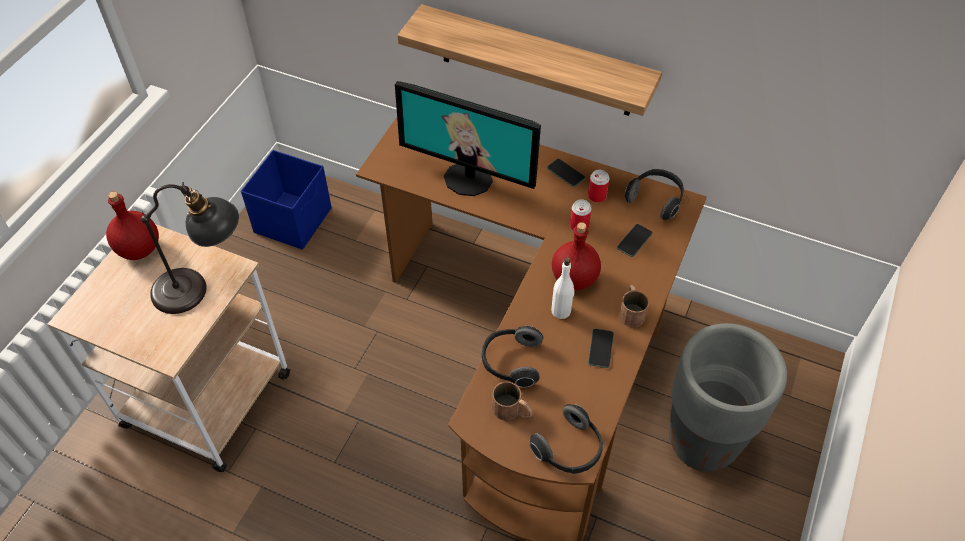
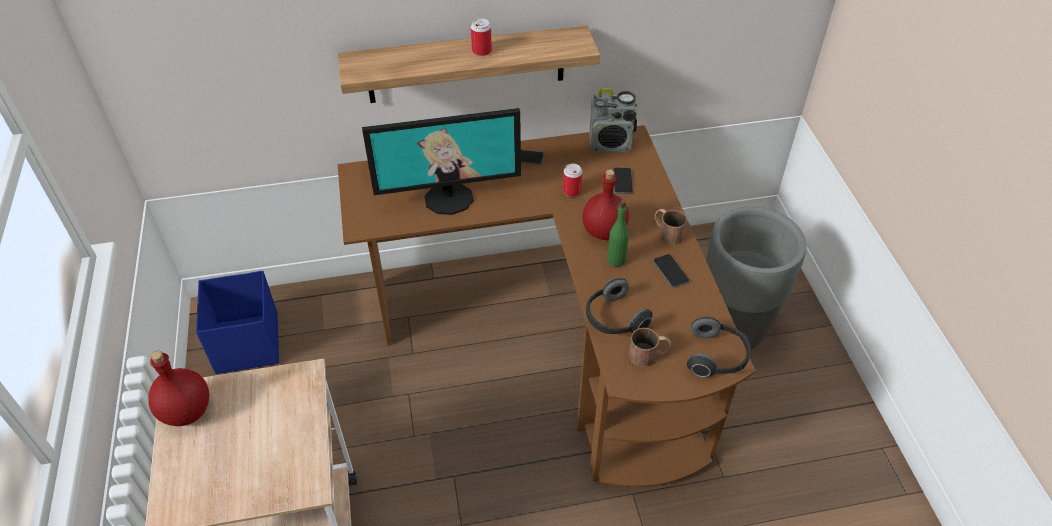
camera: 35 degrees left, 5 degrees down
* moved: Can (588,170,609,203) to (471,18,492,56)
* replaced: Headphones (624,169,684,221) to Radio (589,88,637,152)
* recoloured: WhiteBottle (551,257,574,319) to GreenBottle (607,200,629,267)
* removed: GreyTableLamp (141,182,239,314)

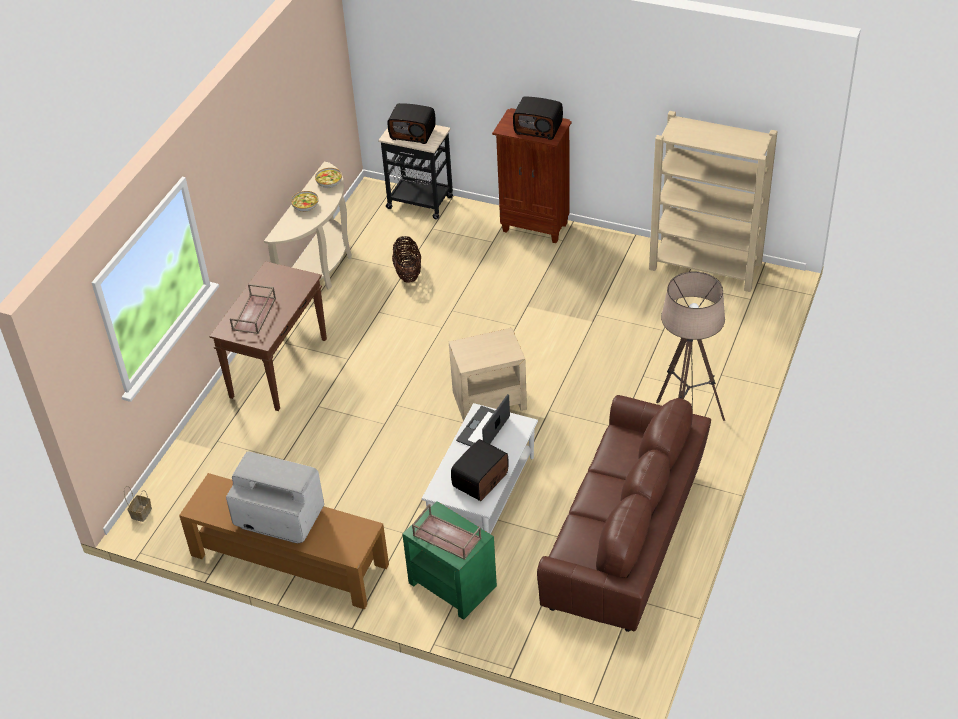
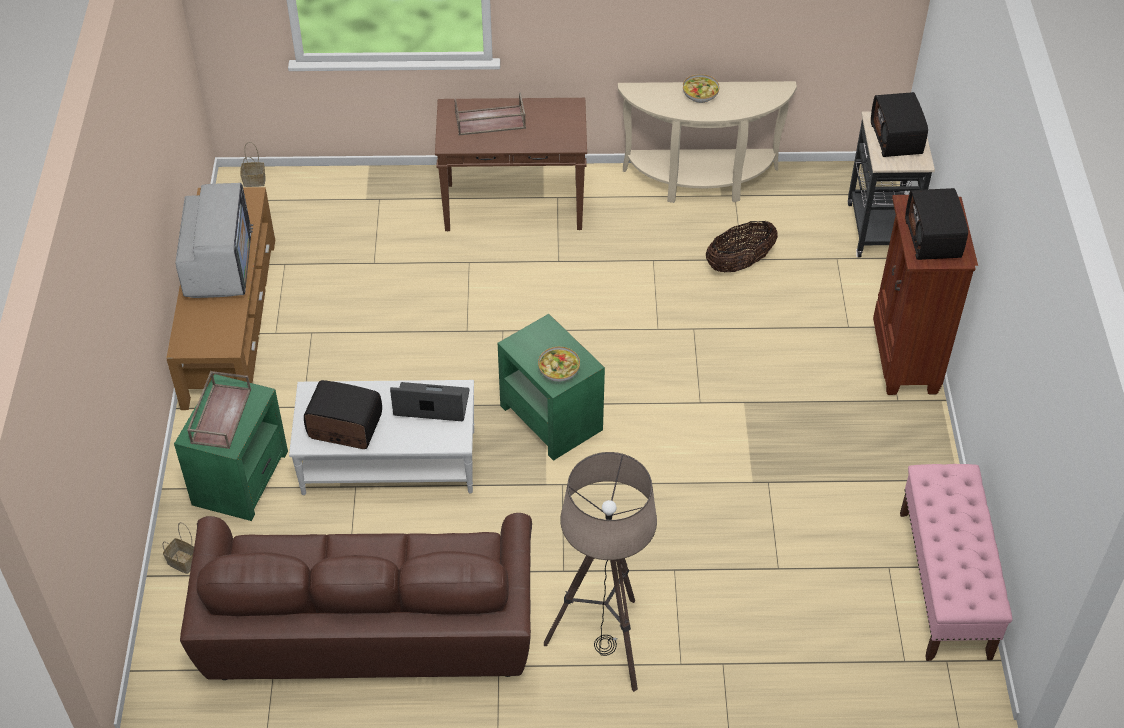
camera: 65 degrees right, 5 degrees up
* added: Basket (163,522,194,574)
* recoloured: BeigeSideTable (449,328,527,421) to GreenSideTable (498,314,605,461)
* moved: Bowl (315,168,342,188) to (538,347,580,382)
* replaced: BeigeBookcase (649,111,778,292) to PinkBench (900,464,1012,661)

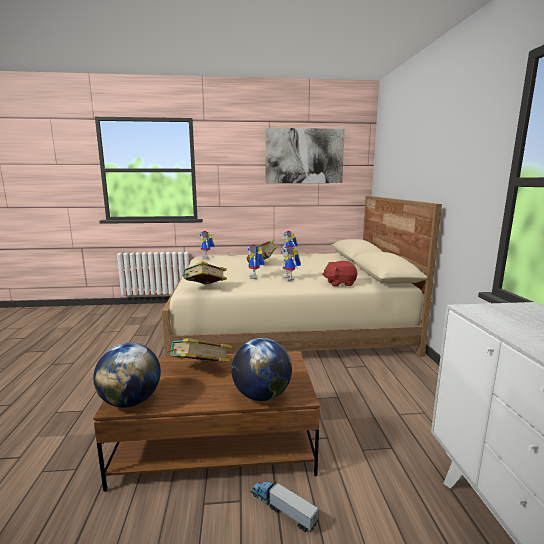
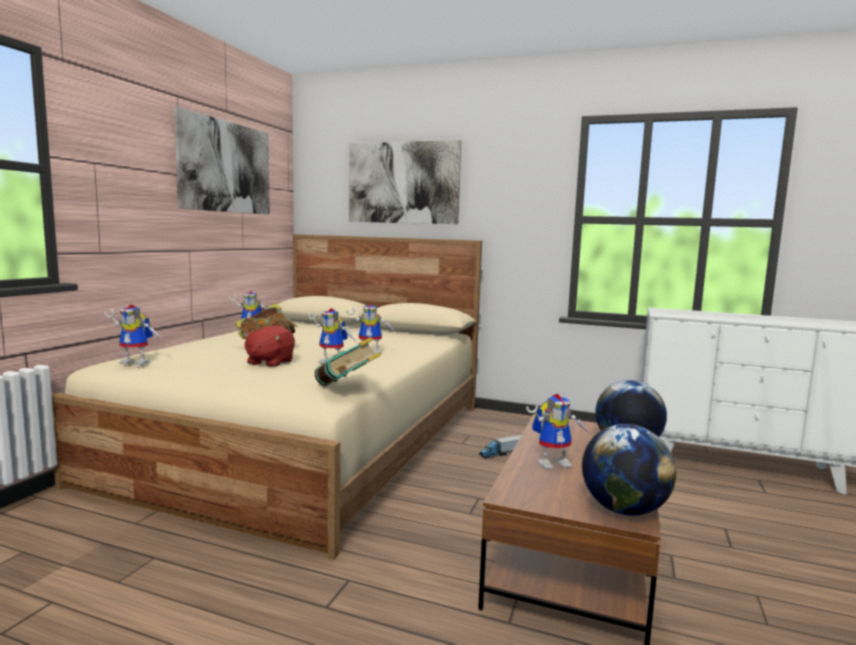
camera: 65 degrees left, 5 degrees down
* moved: RedPlushToy (322,261,357,286) to (243,325,295,367)
* added: Picture (349,140,461,224)
* moved: ToyTruck (251,480,319,532) to (479,435,521,459)
* replaced: Book (168,338,232,362) to ToyRobot (526,394,590,469)

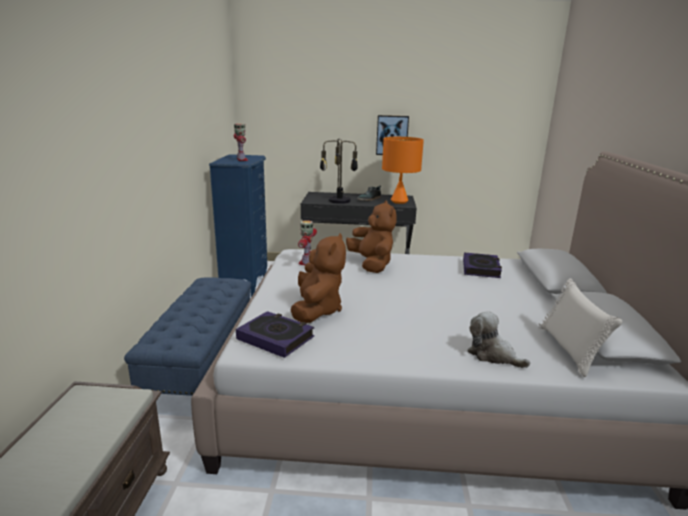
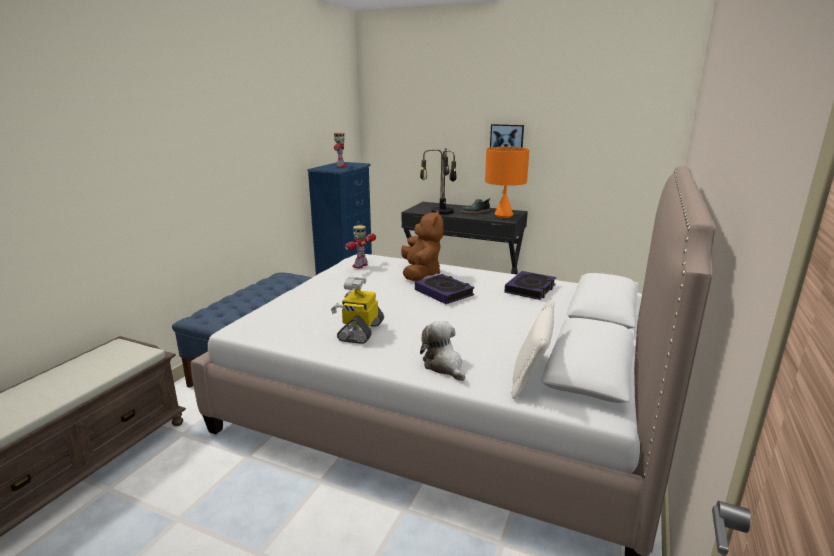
camera: 20 degrees right, 0 degrees up
* added: ToyRobot (331,277,384,344)
* moved: Book (236,311,314,358) to (415,274,475,304)
* removed: BrownPlushToy (291,233,346,323)

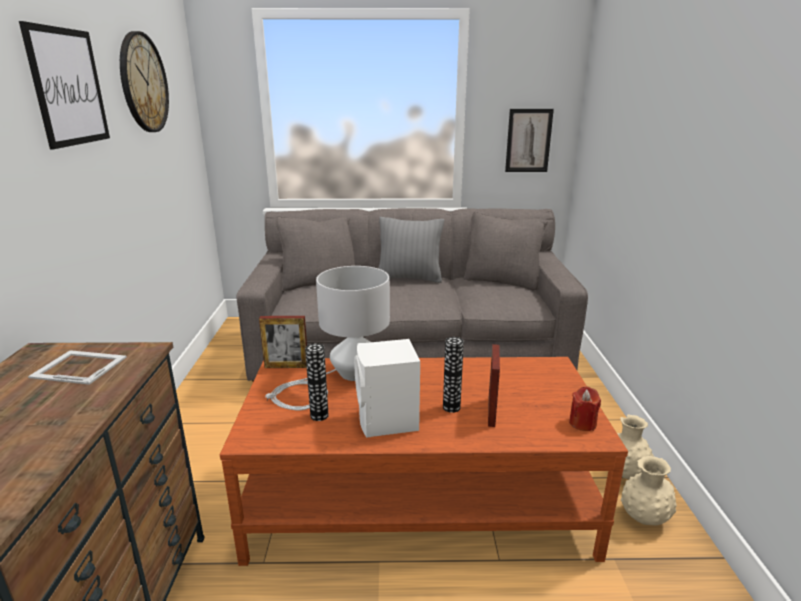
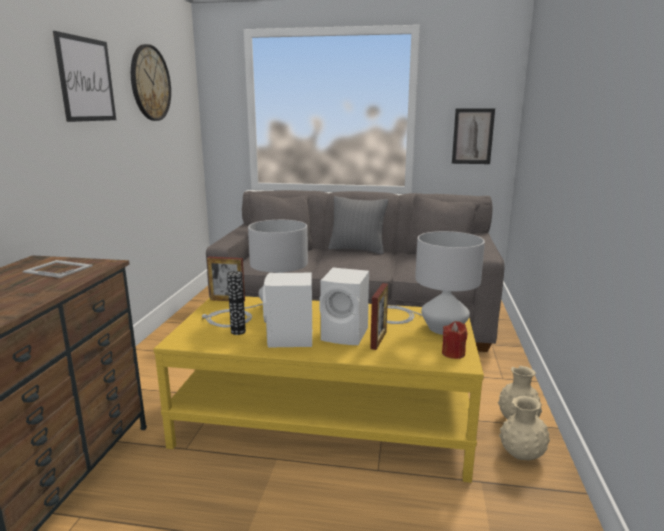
camera: 10 degrees right, 5 degrees down
* recoloured: BrownCoffeeTable (220,357,628,566) to YellowCoffeeTable (154,296,484,483)
* replaced: Vase (443,337,464,413) to WhiteSpeaker (319,268,369,345)
* added: WhiteTableLamp (387,231,485,335)

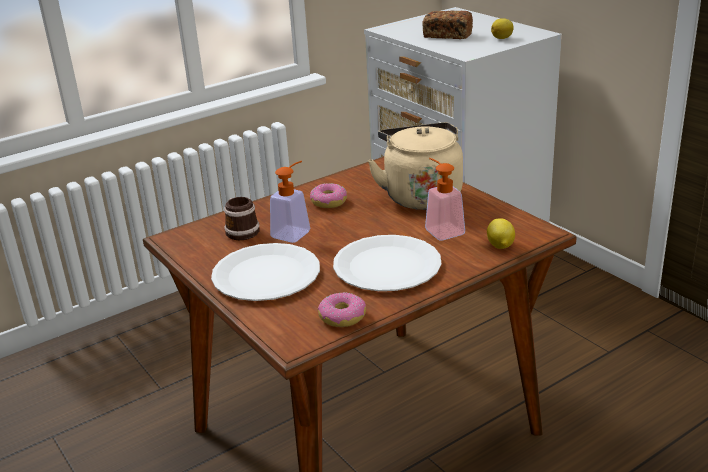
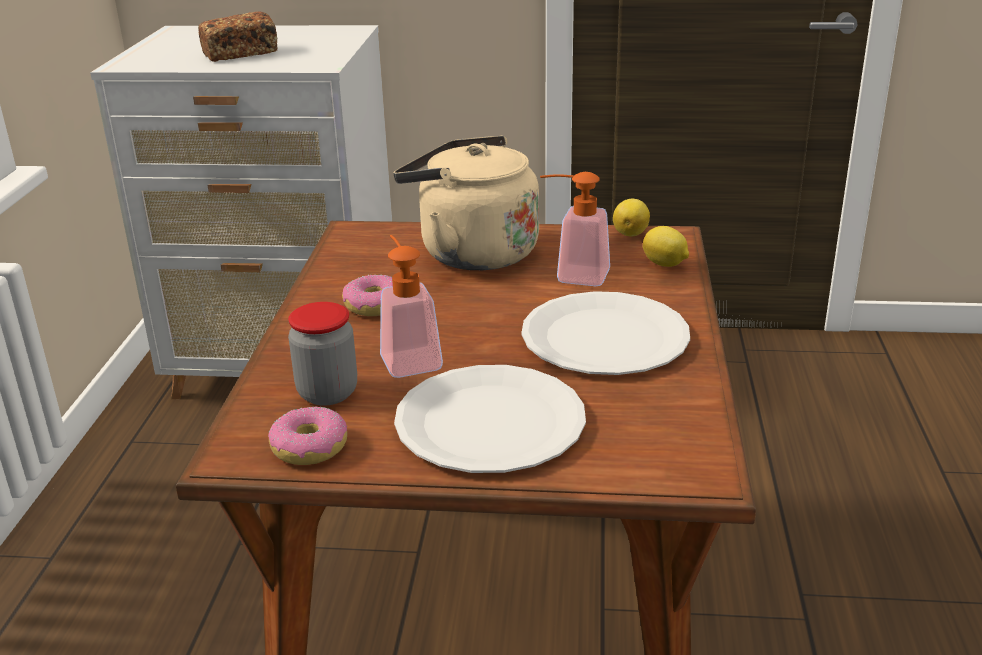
camera: 50 degrees left, 0 degrees up
* moved: Donut (317,292,366,327) to (268,406,347,465)
* replaced: Mug (224,197,260,240) to Jar (288,302,357,406)
* moved: Lemon (491,18,514,39) to (613,199,650,236)

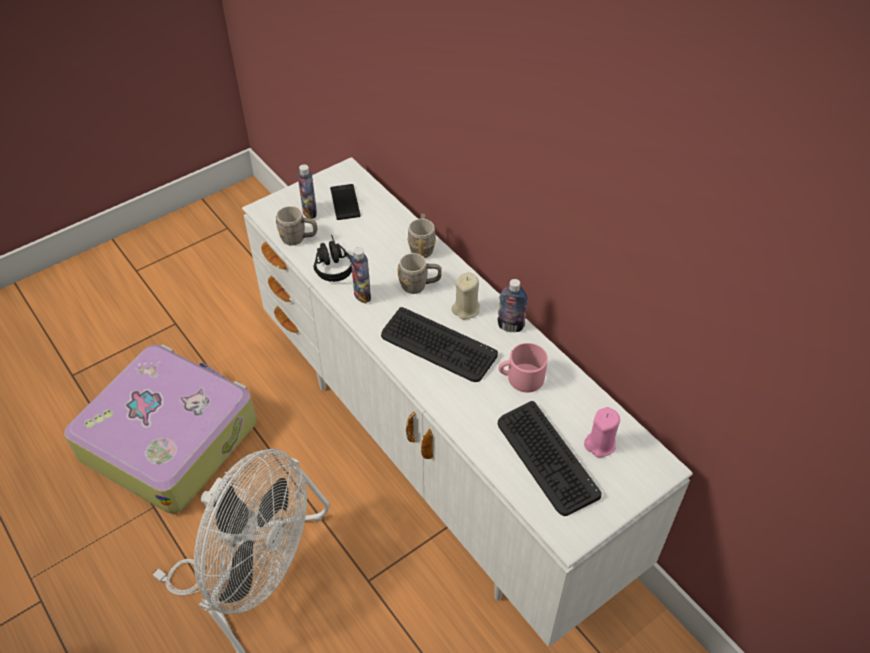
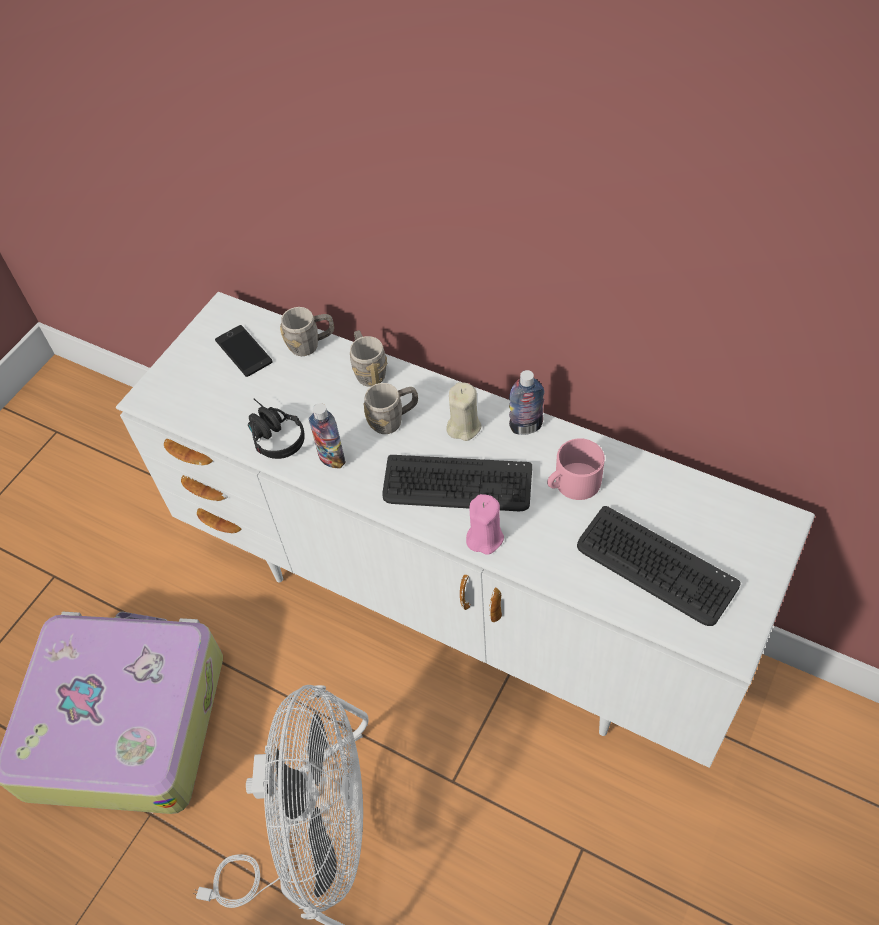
camera: 20 degrees left, 5 degrees up
* moved: GreyMug (276,206,317,245) to (280,307,334,356)
* moved: PinkCandle (584,407,620,458) to (466,494,504,555)
* removed: Bottle (297,164,317,219)

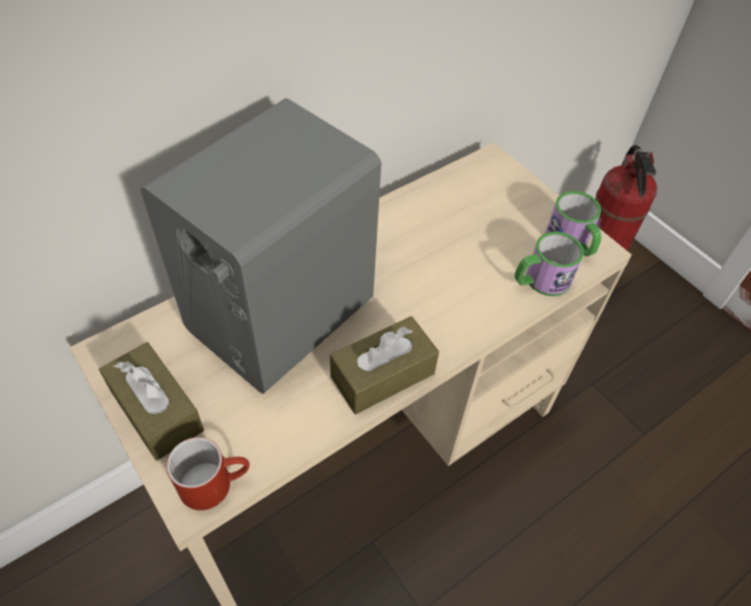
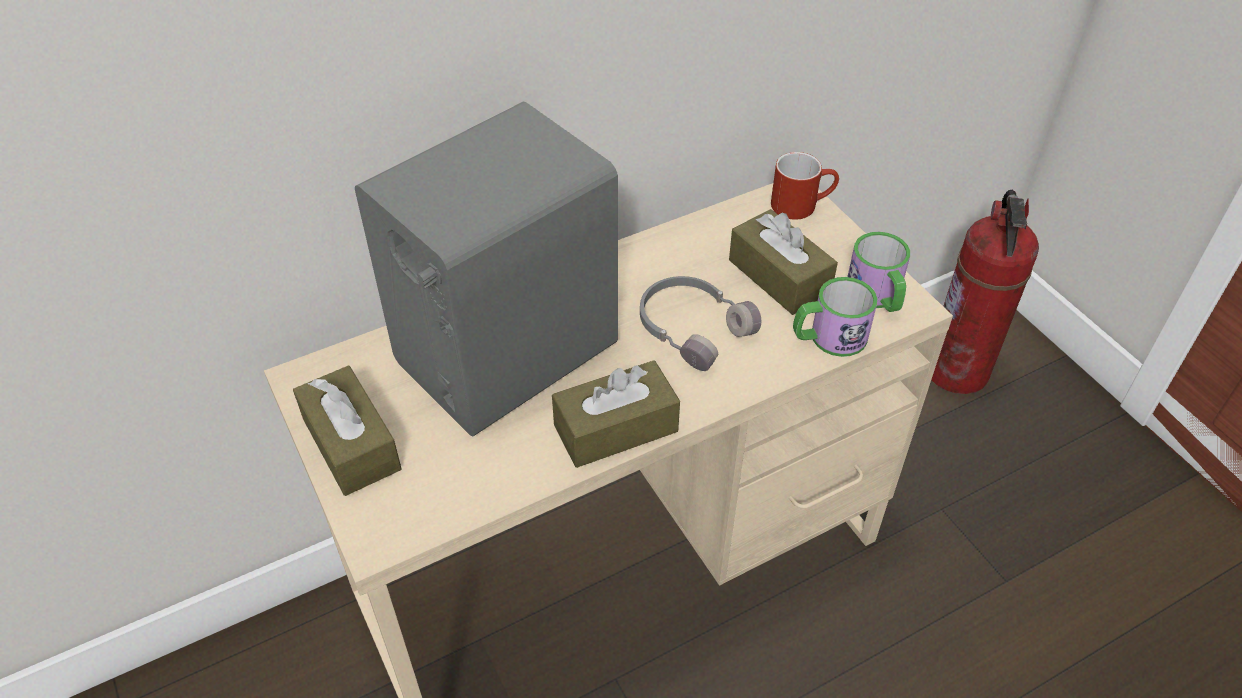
camera: 10 degrees right, 5 degrees down
* added: GreyHeadphones (640,276,761,371)
* added: BrownTissueBox (729,209,838,315)
* moved: RedMug (167,437,249,510) to (771,152,839,220)

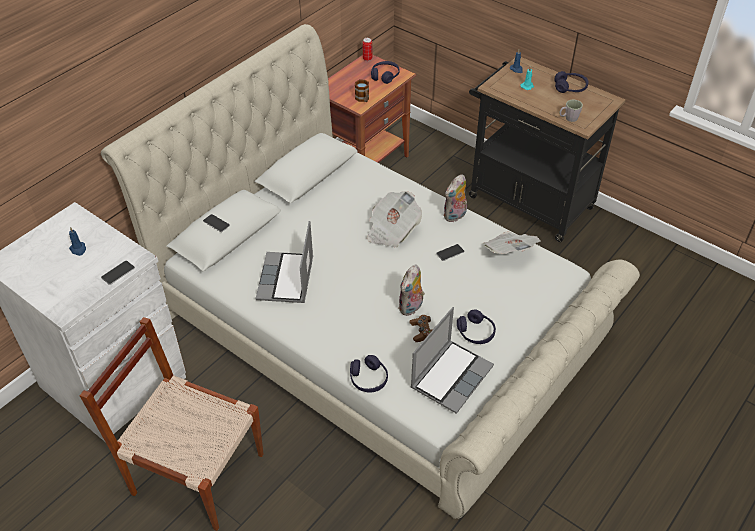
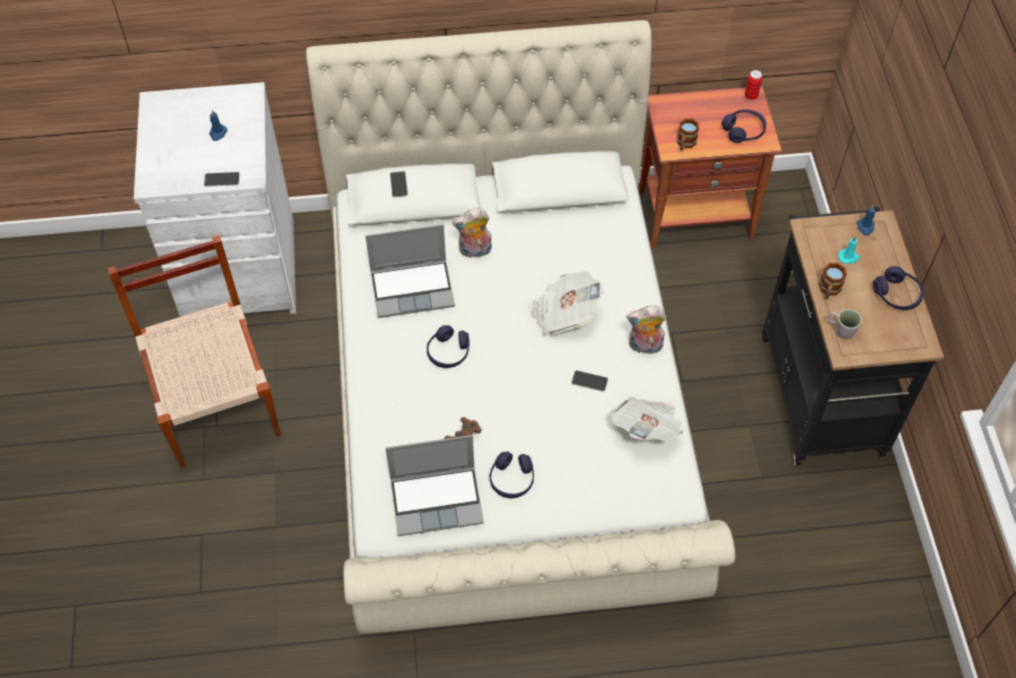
camera: 45 degrees right, 10 degrees up
* turned: Laptop (256,221,313,303) = (365,224,455,318) 150 degrees counterclockwise
* moved: PurpleHeadphones (350,355,388,393) to (427,325,470,368)
* moved: PlushToy (398,265,425,316) to (452,208,492,258)
* added: Mug (819,263,847,299)

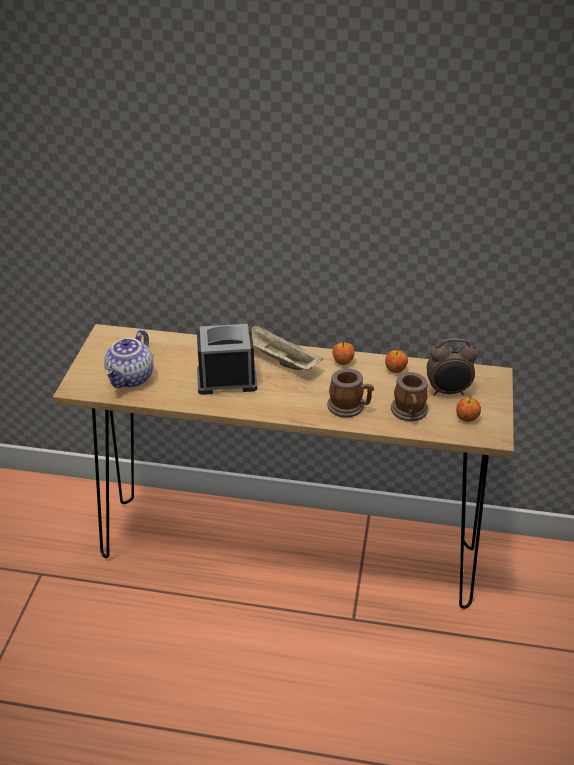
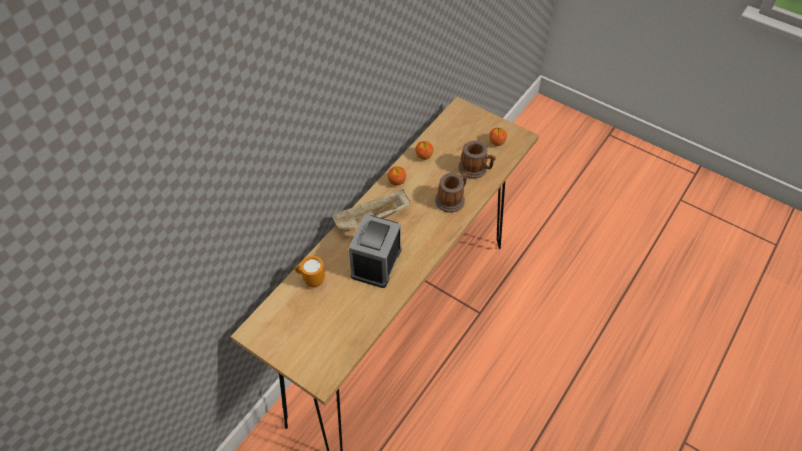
camera: 65 degrees left, 15 degrees up
* added: OrangeMug (295,256,325,287)
* removed: Teapot (104,329,153,388)
* removed: AlarmClock (427,338,478,395)

